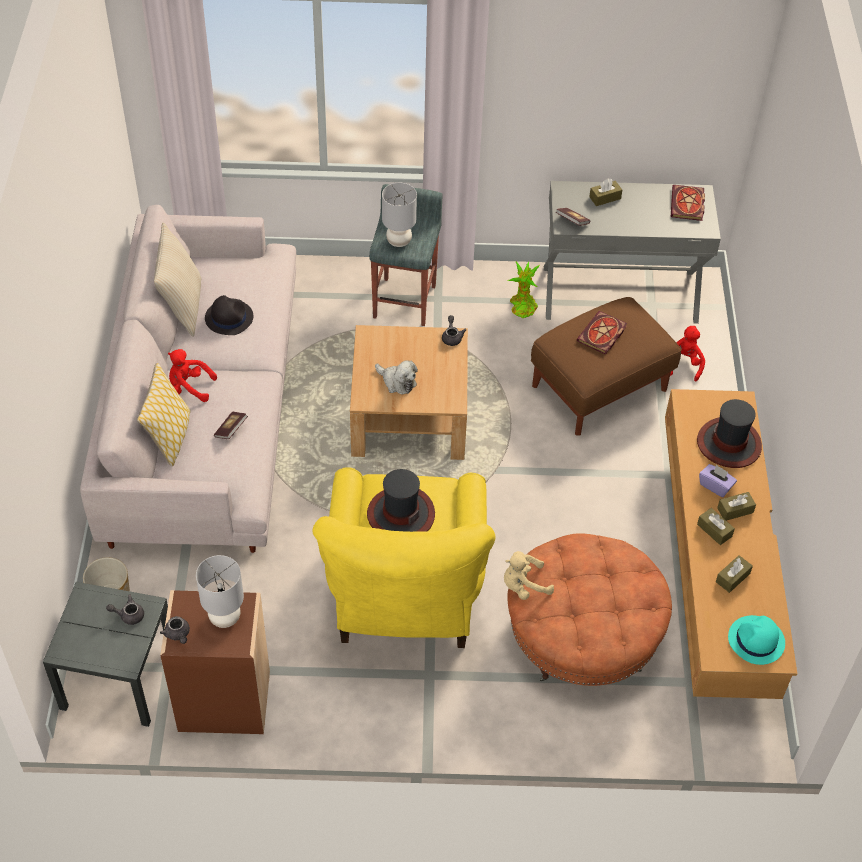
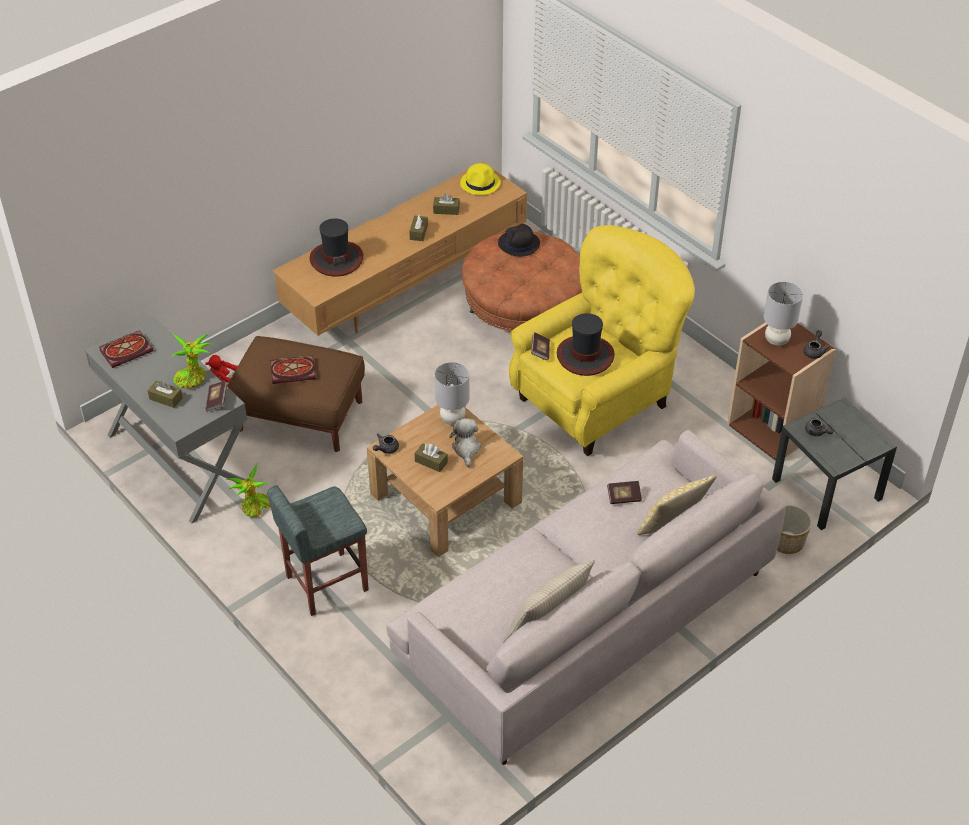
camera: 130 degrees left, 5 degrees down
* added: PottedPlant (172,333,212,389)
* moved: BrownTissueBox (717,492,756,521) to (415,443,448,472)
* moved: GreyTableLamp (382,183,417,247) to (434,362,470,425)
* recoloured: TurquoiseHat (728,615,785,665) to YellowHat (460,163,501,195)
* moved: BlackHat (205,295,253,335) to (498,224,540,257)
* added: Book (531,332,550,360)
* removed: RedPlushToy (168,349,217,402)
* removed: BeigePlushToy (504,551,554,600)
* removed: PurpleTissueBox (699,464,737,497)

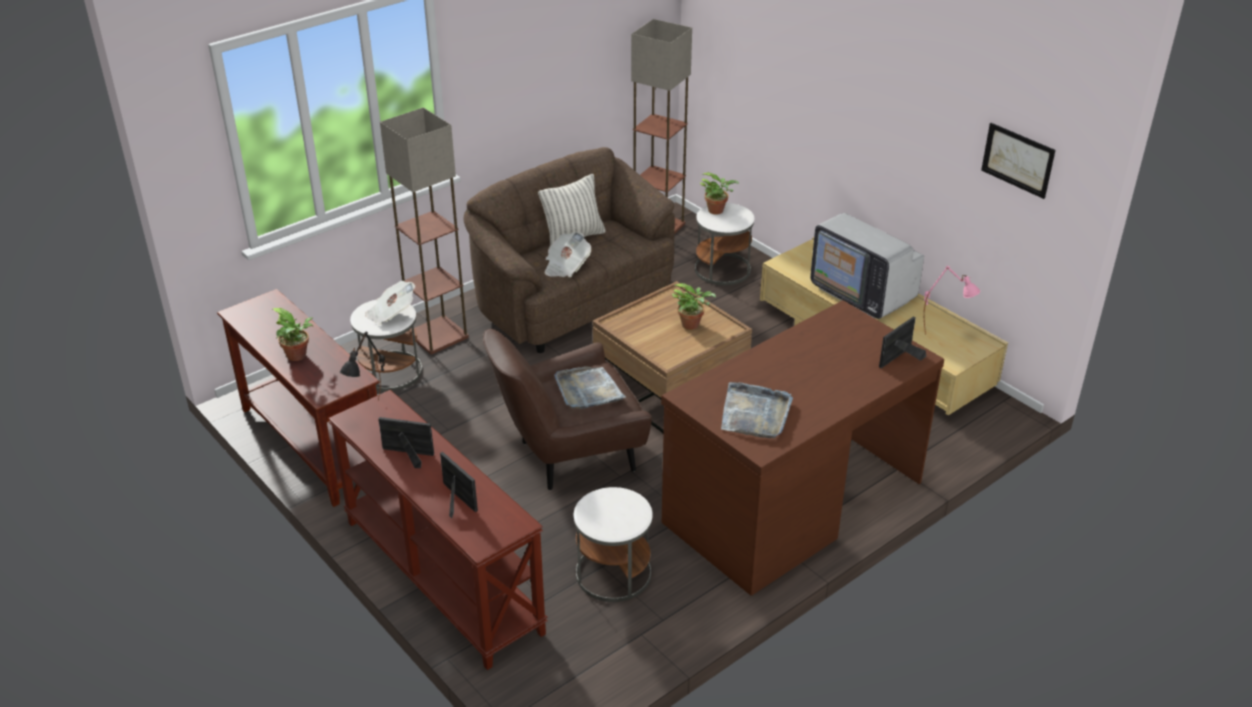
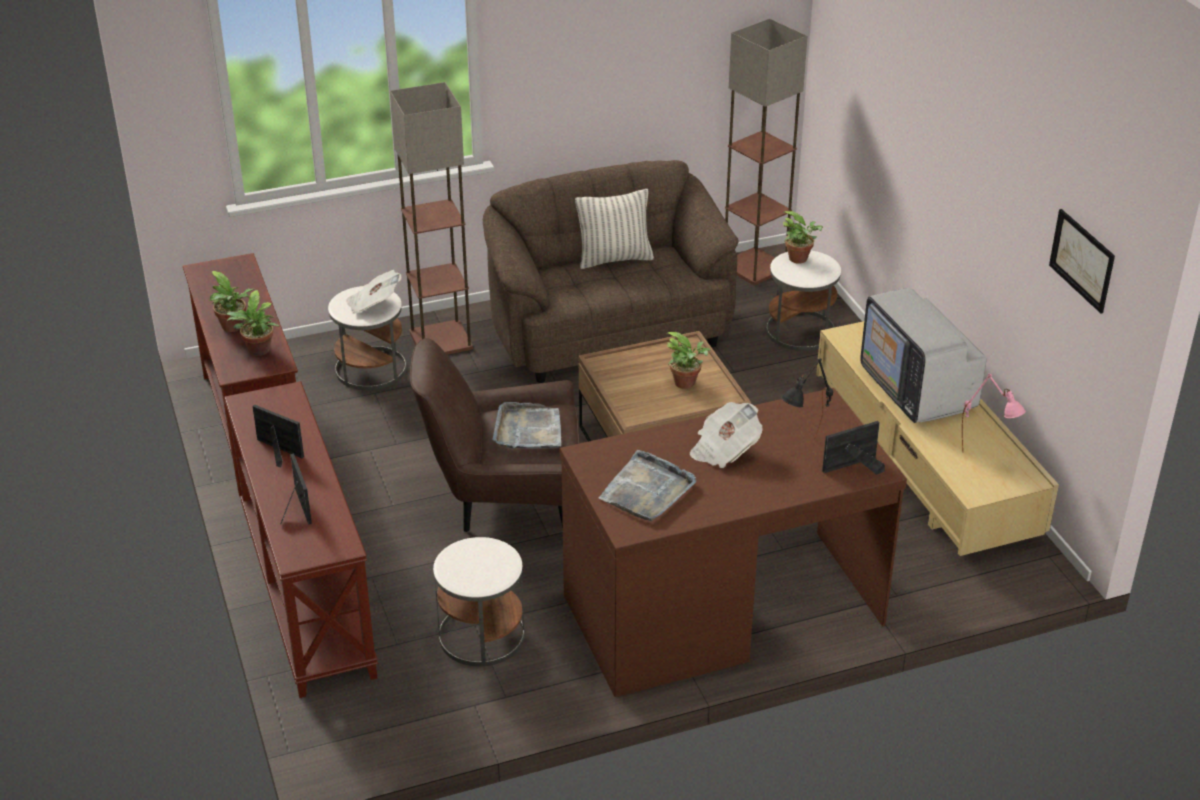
camera: 20 degrees right, 0 degrees up
* added: PottedPlant (225,290,279,356)
* moved: Newspaper (544,232,591,277) to (690,402,763,468)
* moved: BlackTableLamp (340,331,385,401) to (781,358,833,439)

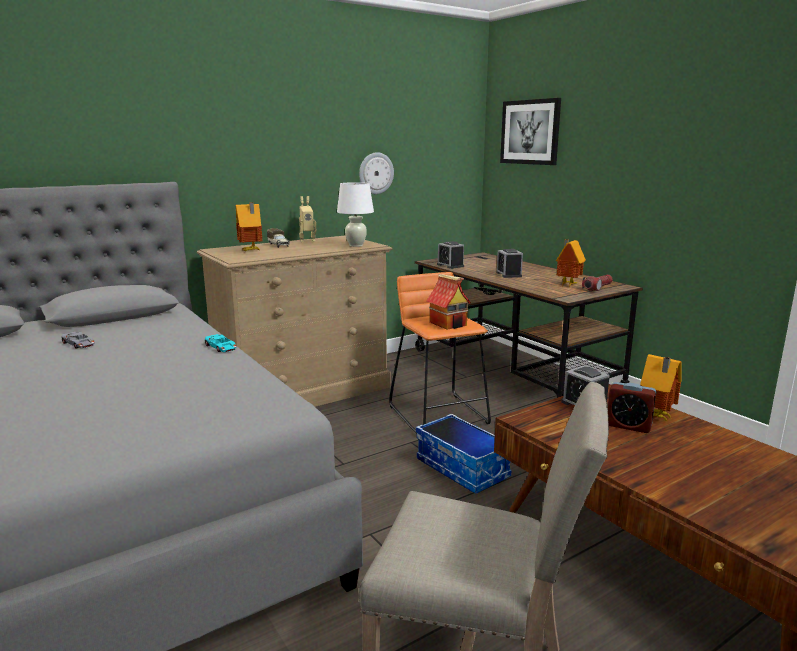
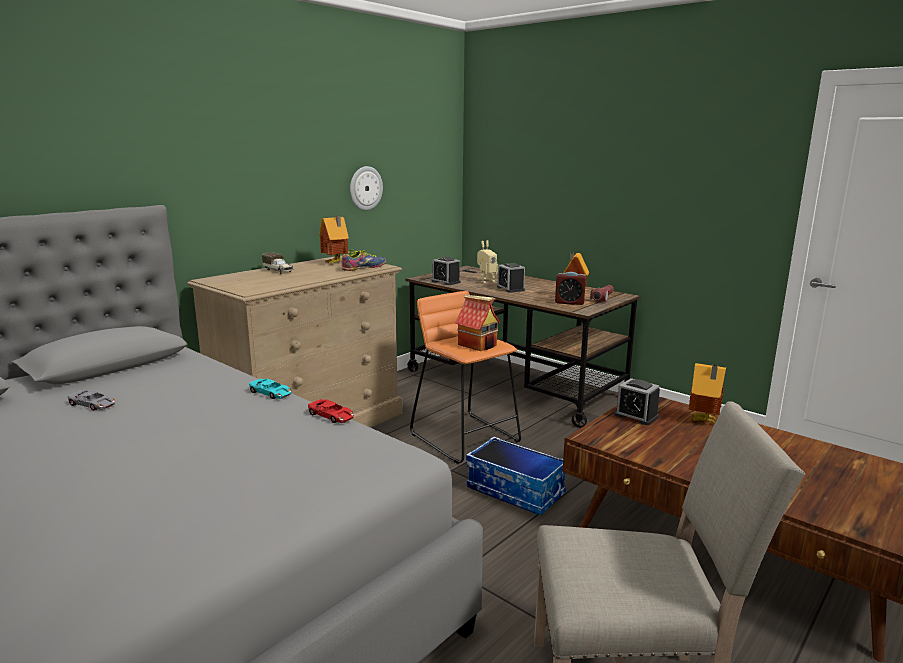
camera: 15 degrees left, 0 degrees up
* added: RedToyCar (308,399,354,423)
* moved: ToyHouse (236,203,263,251) to (319,216,349,263)
* replaced: WhiteTableLamp (337,182,374,247) to Shoe (342,250,386,271)
* moved: ToyRobot (299,196,316,242) to (477,240,498,283)
* moved: AlarmClock (607,382,656,433) to (555,272,586,305)
* removed: Picture (500,98,561,165)

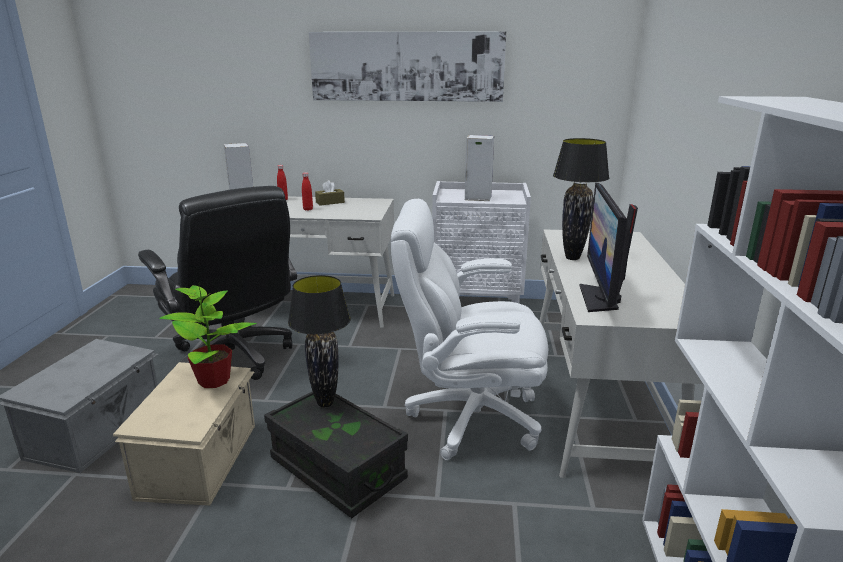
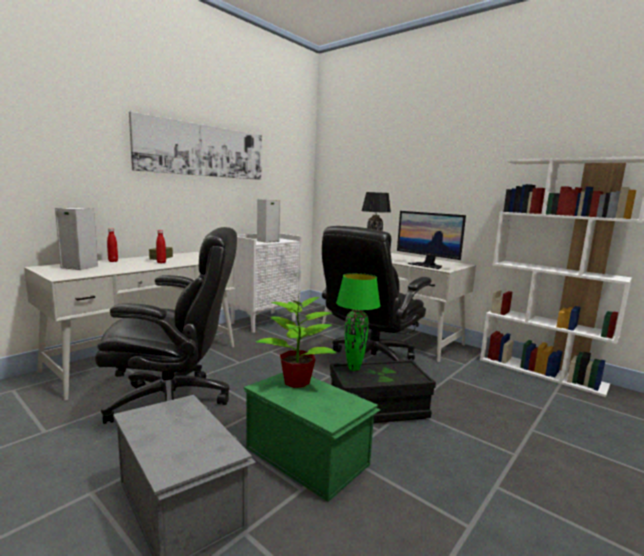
camera: 55 degrees left, 10 degrees down
* recoloured: BeigeStorageBox (113,362,255,506) to GreenStorageBox (244,373,380,502)
* recoloured: WhiteOfficeChair (391,199,548,460) to BlackOfficeChair (322,226,432,361)
* recoloured: BlackTableLamp (288,275,351,408) to GreenTableLamp (336,273,380,371)

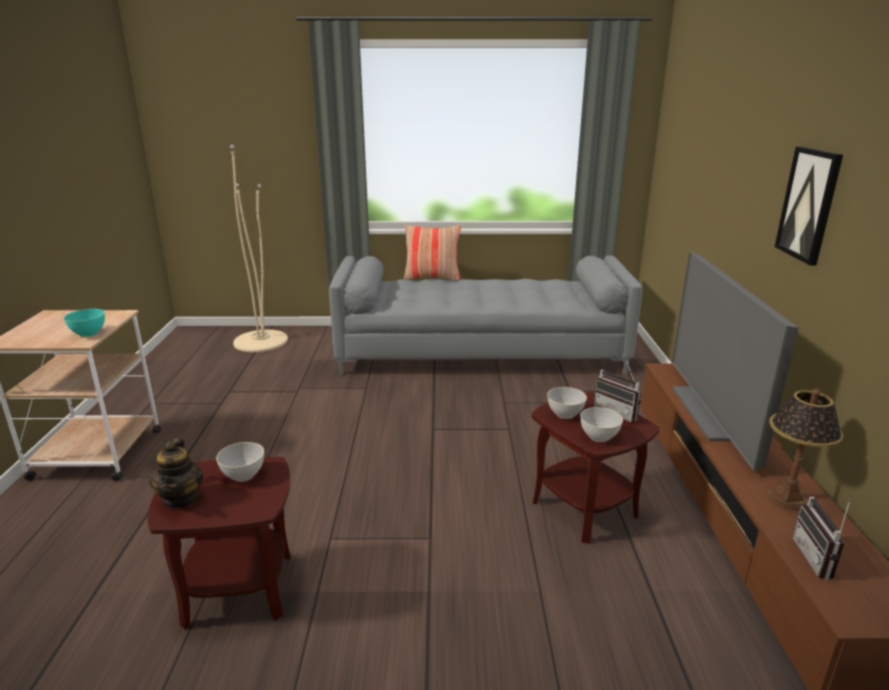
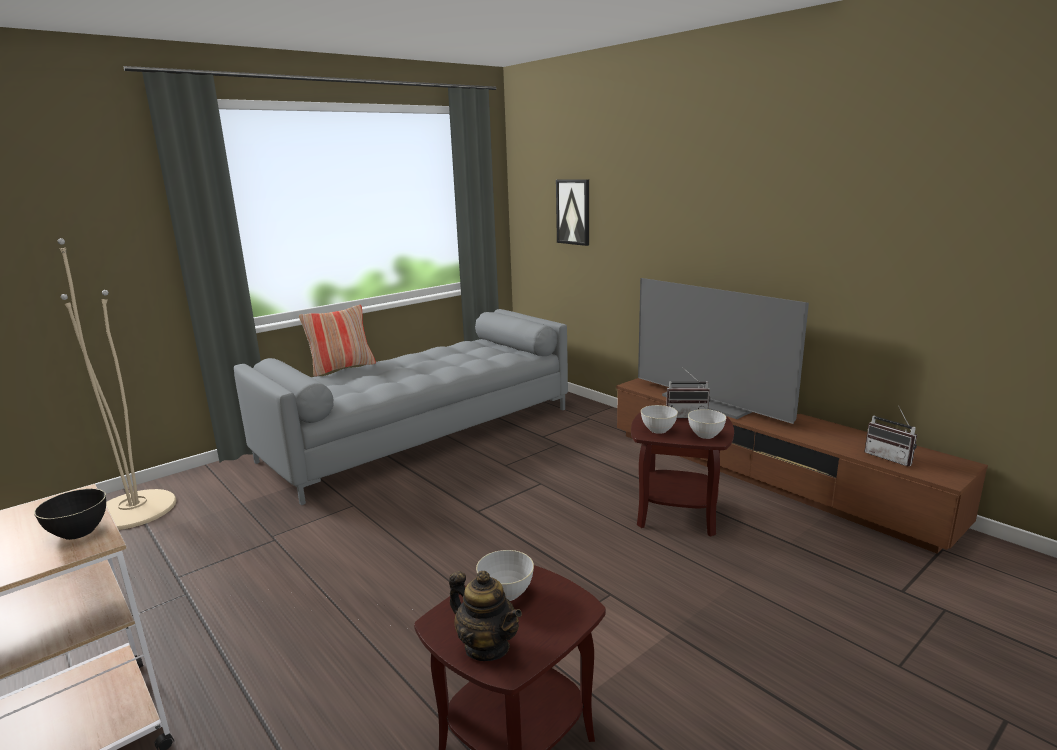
camera: 40 degrees left, 5 degrees down
* recoloured: TurquoiseBowl (64,309,105,337) to BlackBowl (34,489,106,540)
* moved: Picture (775,146,843,265) to (556,179,589,246)
* removed: TableLamp (768,389,844,510)

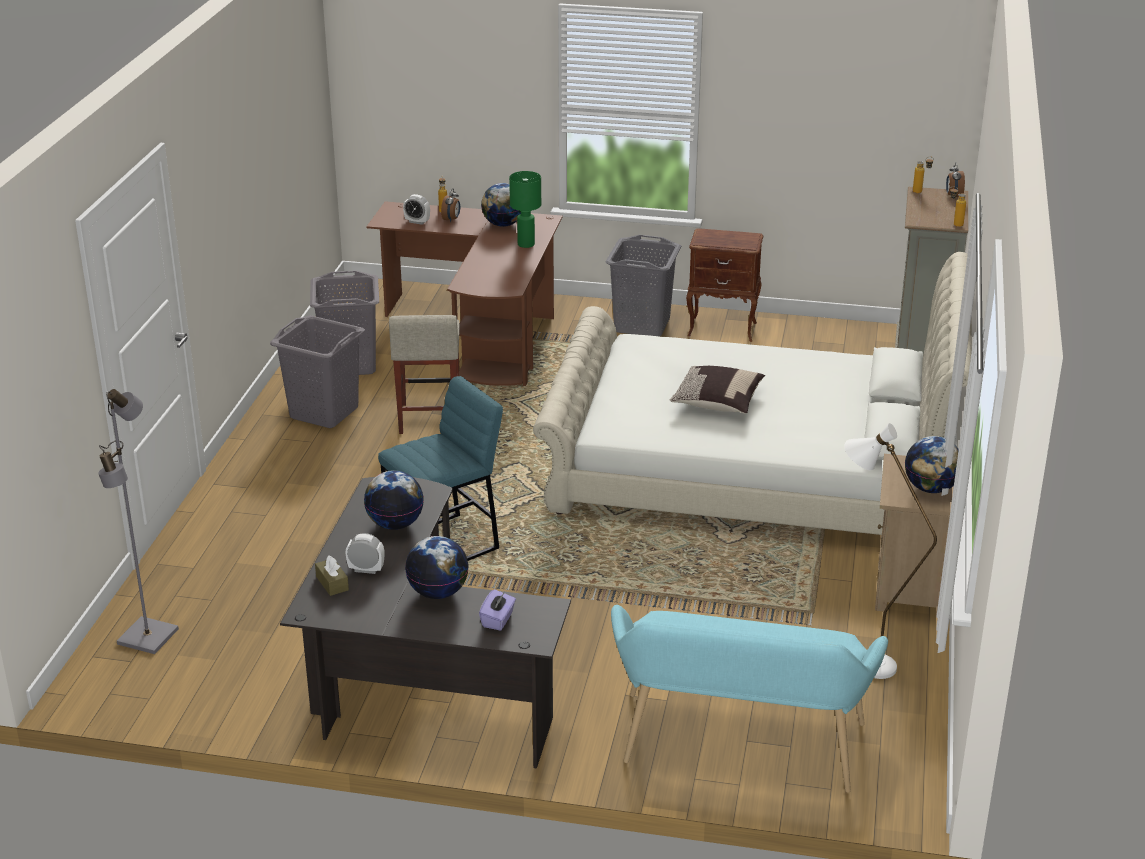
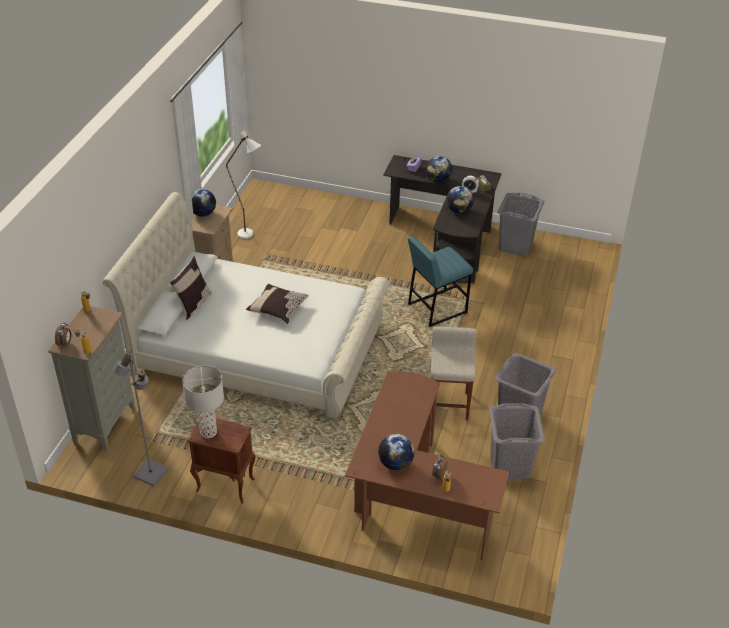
camera: 175 degrees left, 10 degrees up
* moved: GreyFloorLamp (98,389,179,654) to (113,351,169,486)
* added: Pillow (170,257,212,320)
* added: WhiteTableLamp (182,366,224,438)
* moved: GreyLaundryBasket (605,235,681,336) to (498,192,544,256)
* removed: AlarmClock (403,194,430,225)
* removed: GreenTableLamp (509,171,541,248)
* removed: TurquoiseBench (611,605,888,792)

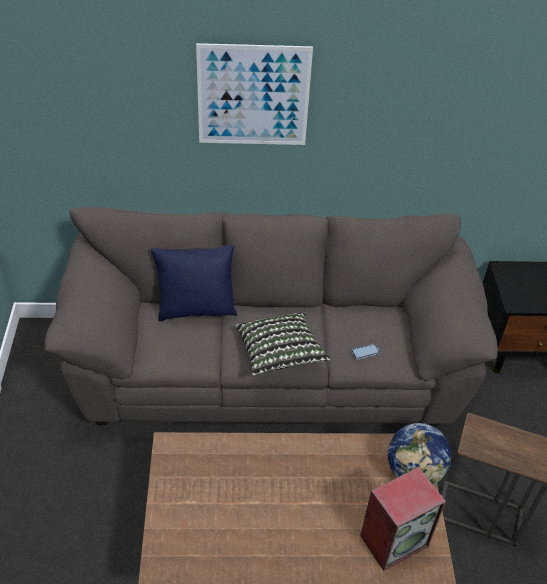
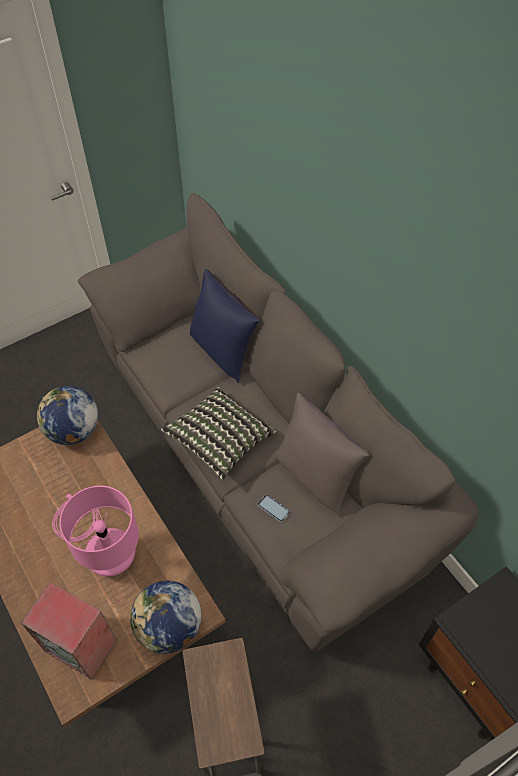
camera: 60 degrees right, 10 degrees up
* added: Globe (37,386,98,445)
* added: PinkTableLamp (52,486,139,577)
* added: GreyPillow (275,393,369,516)
* removed: Picture (196,43,313,145)

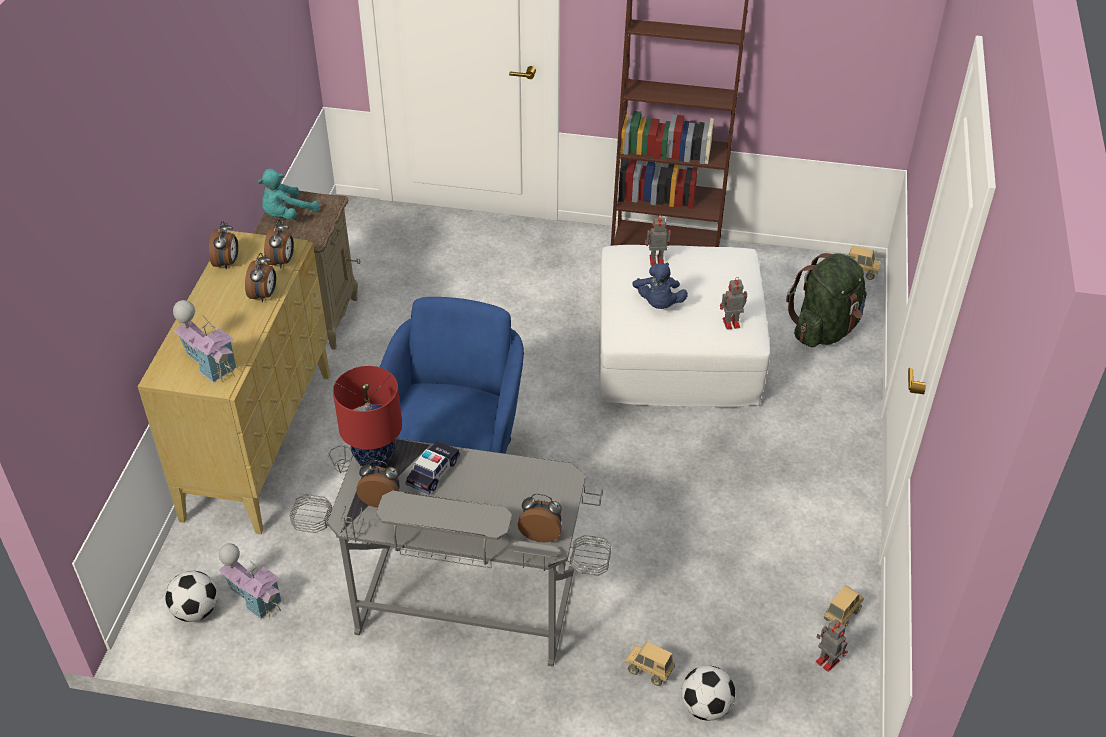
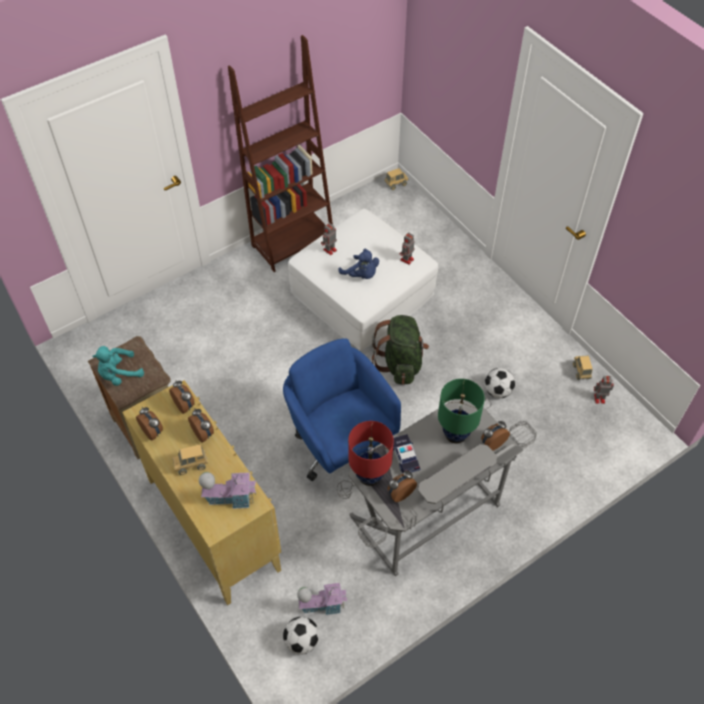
camera: 45 degrees left, 10 degrees up
* turned: TurquoisePlushToy (258,169,319,220) = (92,346,144,386) 60 degrees clockwise
* moved: ToyTruck (625,641,675,686) to (173,444,208,475)
* moved: GreenBackpack (786,253,867,347) to (372,315,429,385)
* added: GreenTableLamp (438,379,485,443)
* moved: Football (681,665,735,721) to (485,368,515,398)

